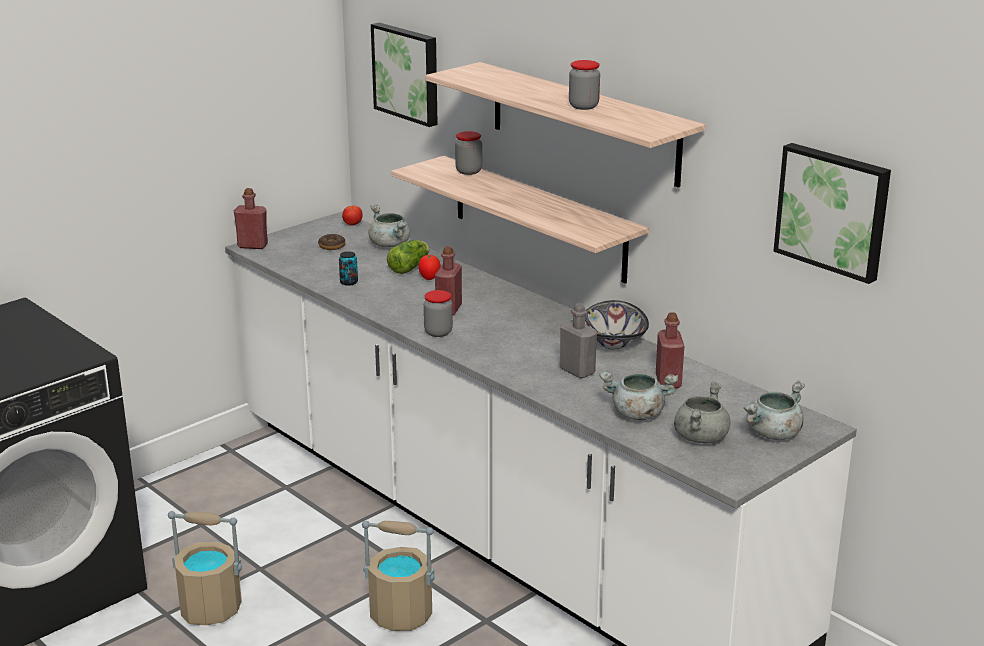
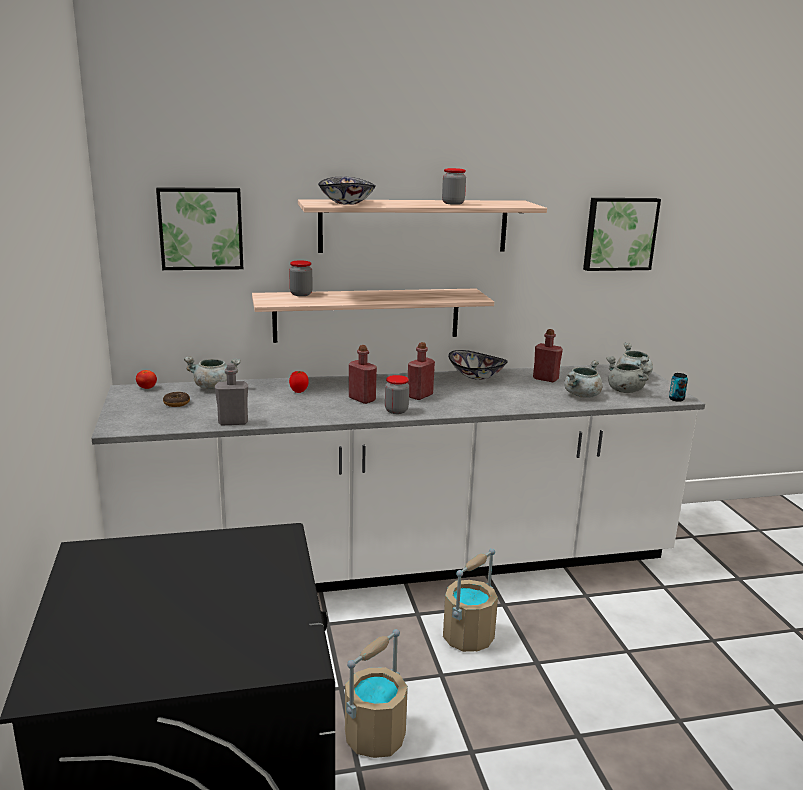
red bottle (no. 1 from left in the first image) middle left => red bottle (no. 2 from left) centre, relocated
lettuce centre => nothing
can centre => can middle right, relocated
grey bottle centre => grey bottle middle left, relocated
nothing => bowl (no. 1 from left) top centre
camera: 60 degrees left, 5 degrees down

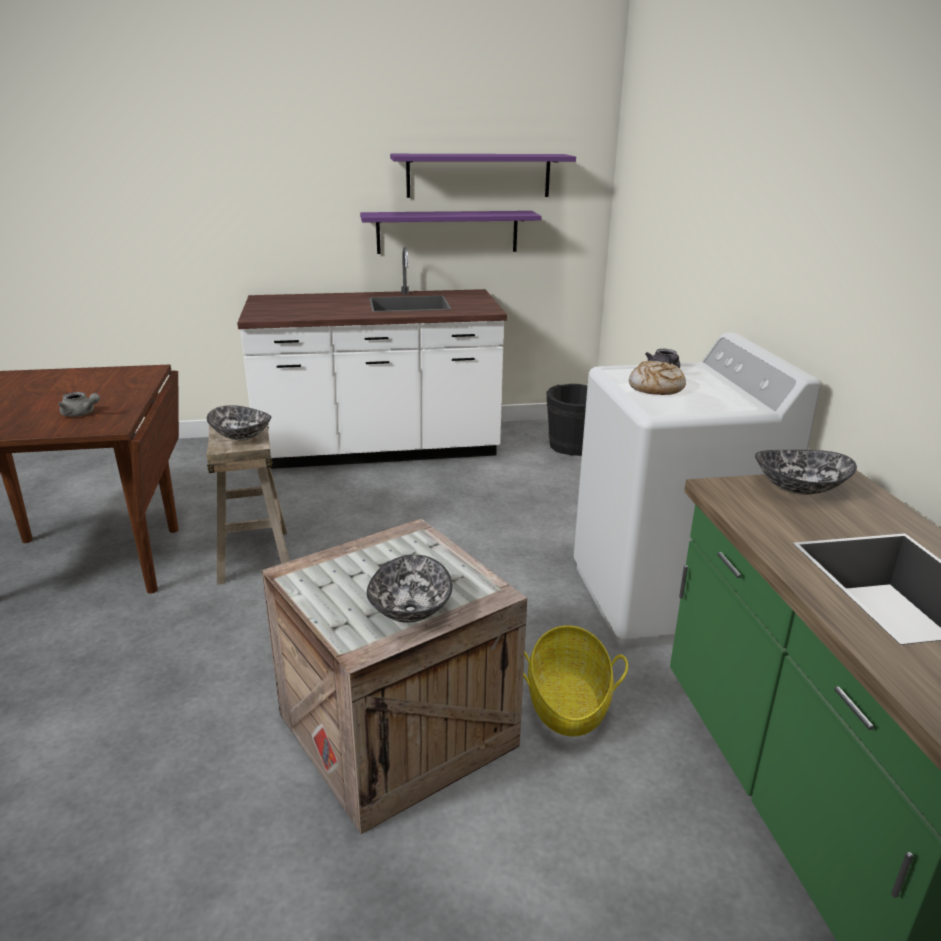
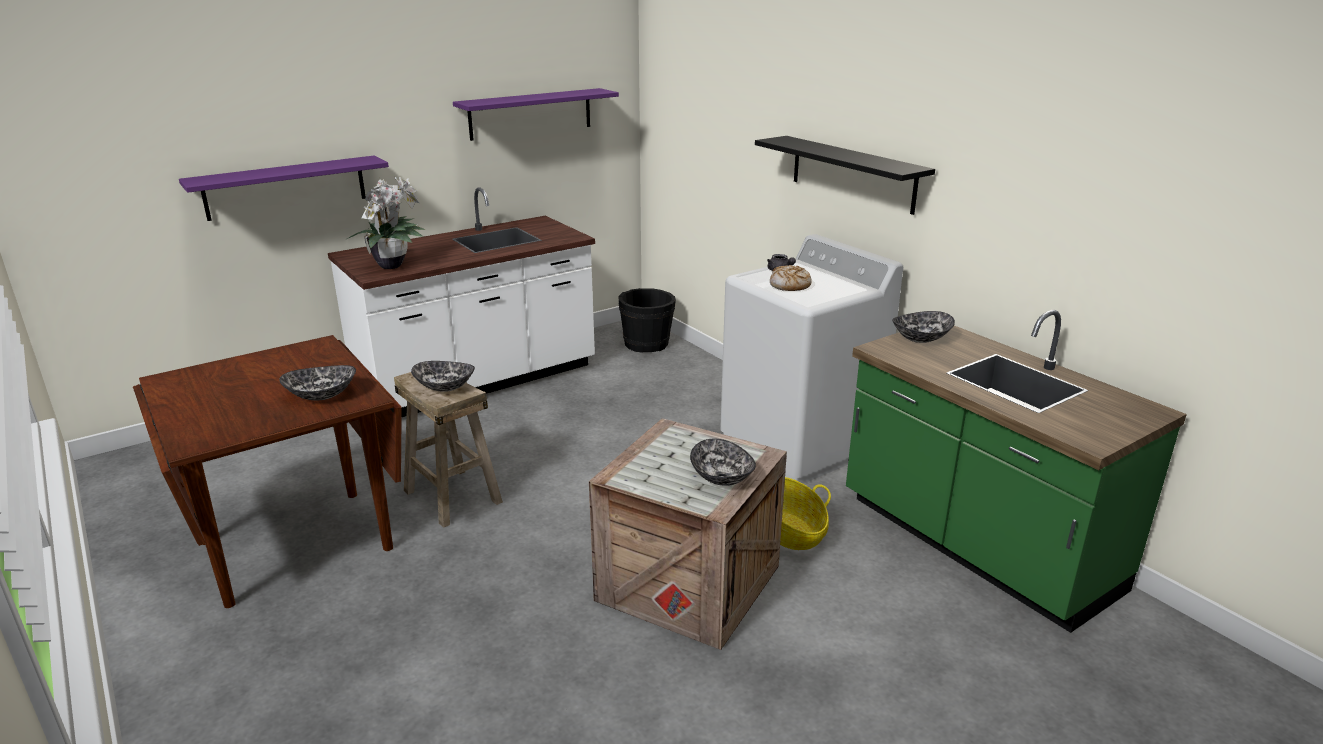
purple shelf (no. 1 from left) top centre => purple shelf (no. 1 from left) top left, relocated
grey teapot (no. 1 from left) middle left => bowl (no. 1 from left) middle left
nothing => black shelf top centre
nothing => potted plant top left
camera: 25 degrees left, 0 degrees up

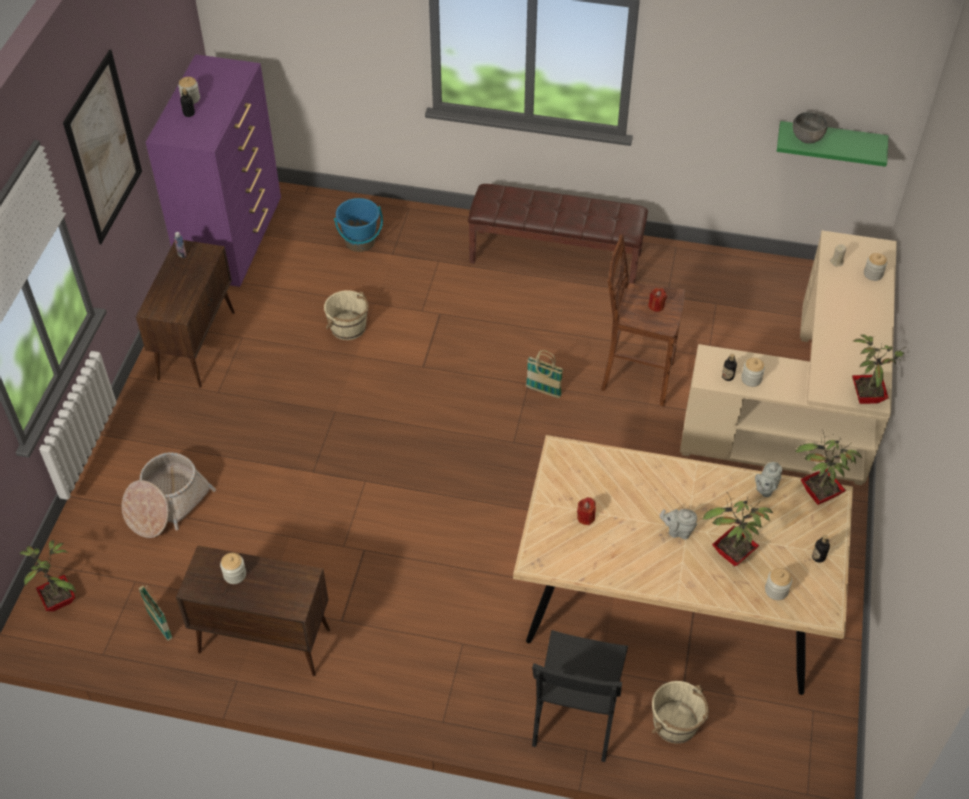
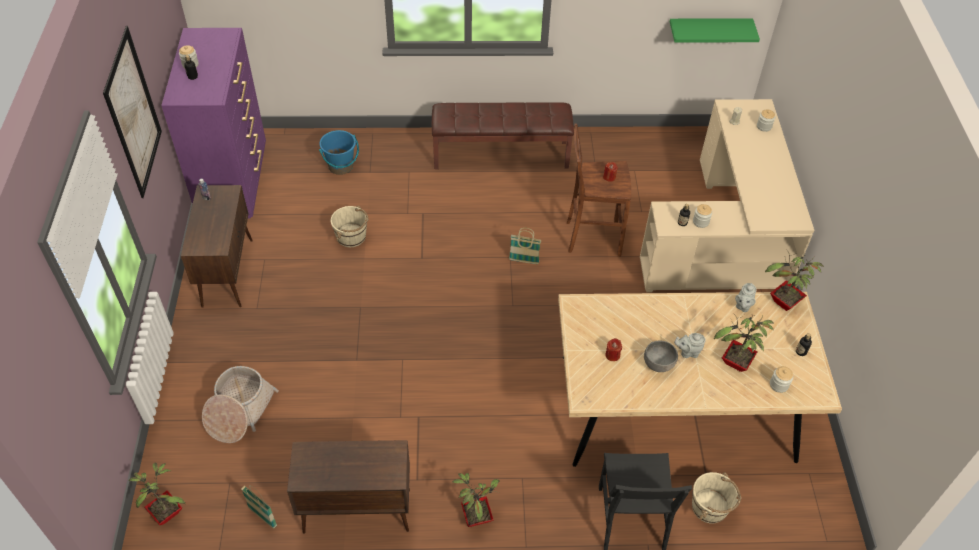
grey bowl top right => grey bowl middle right, relocated
potted plant (no. 4 from left in the first image) middle right => potted plant (no. 2 from left) bottom centre, relocated
jar (no. 2 from left) bottom left => nothing
camera: 15 degrees left, 0 degrees up

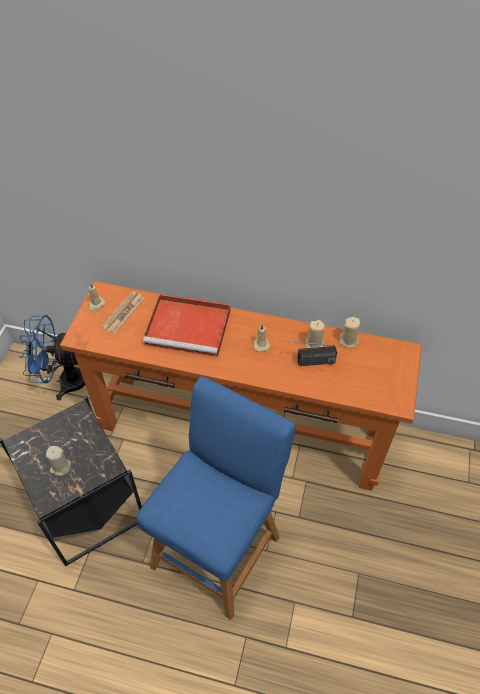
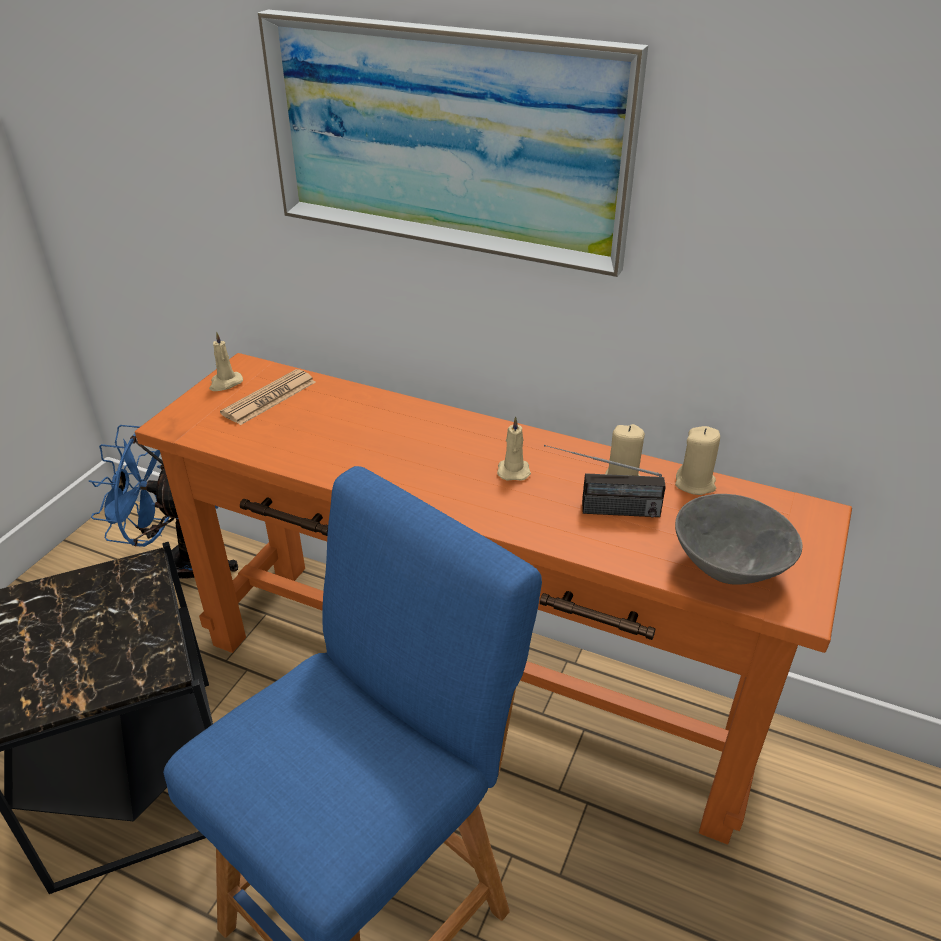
red tray centre => nothing
beige candle (no. 1 from left) middle left => nothing
nothing => picture top centre
nothing => grey bowl middle right
camera: 10 degrees right, 15 degrees down

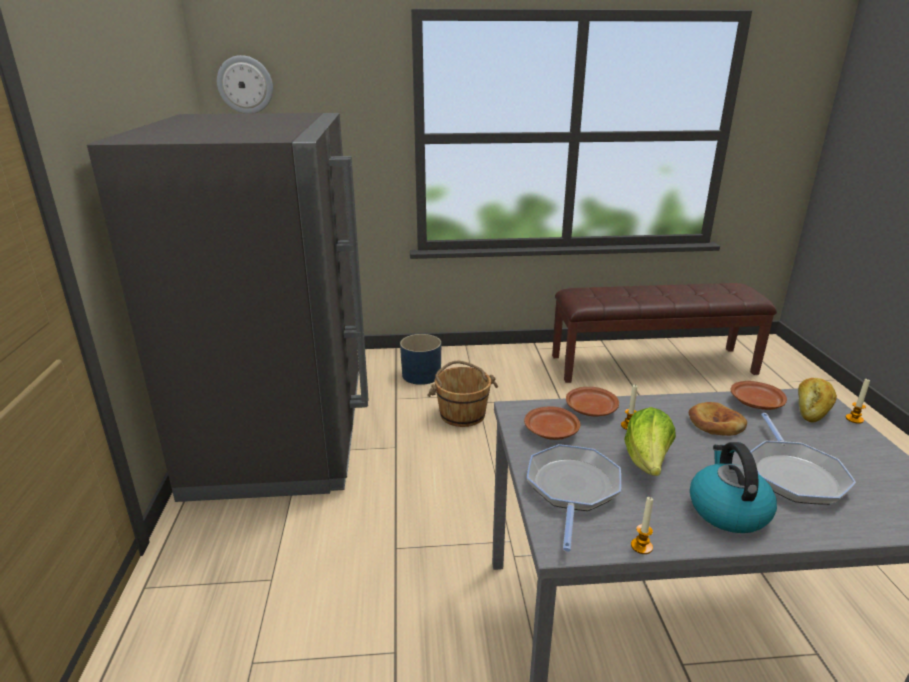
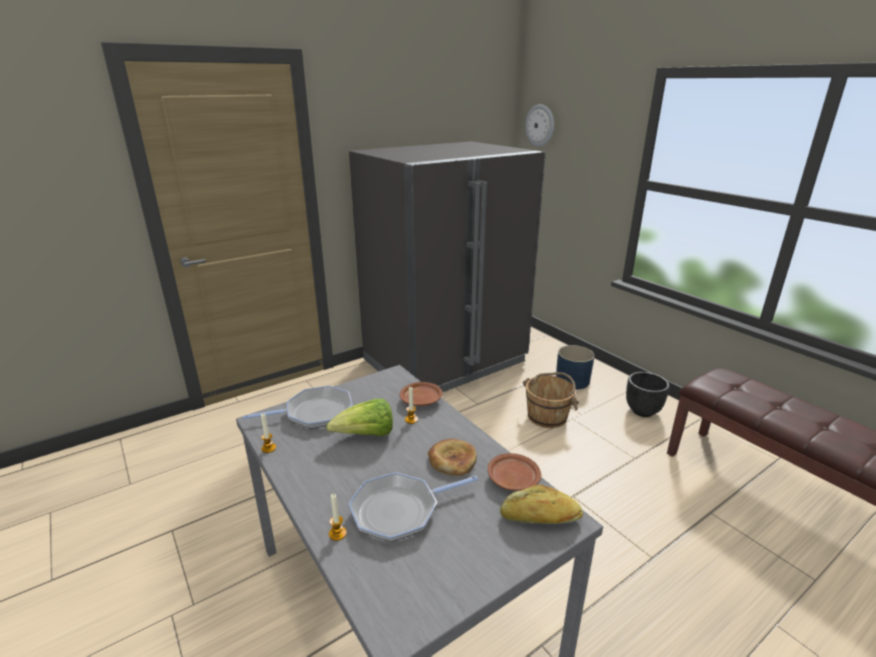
candle (no. 3 from left in the first image) middle right => candle (no. 2 from left) bottom centre, relocated
brown plate (no. 1 from left) centre => nothing
kettle bottom right => nothing
nothing => black planter middle right
camera: 60 degrees right, 0 degrees up

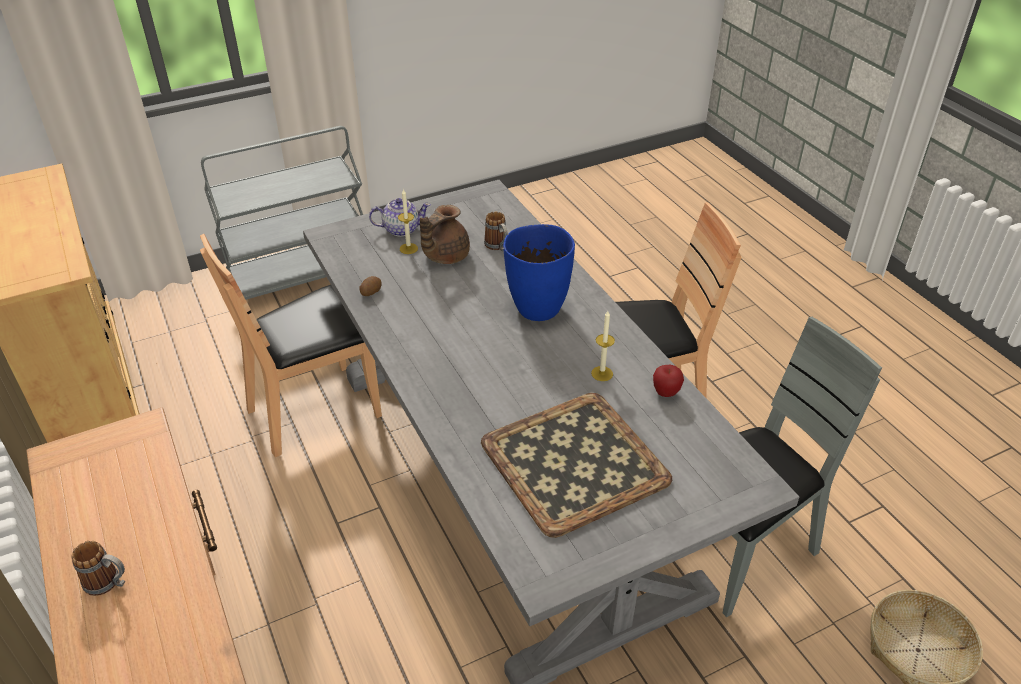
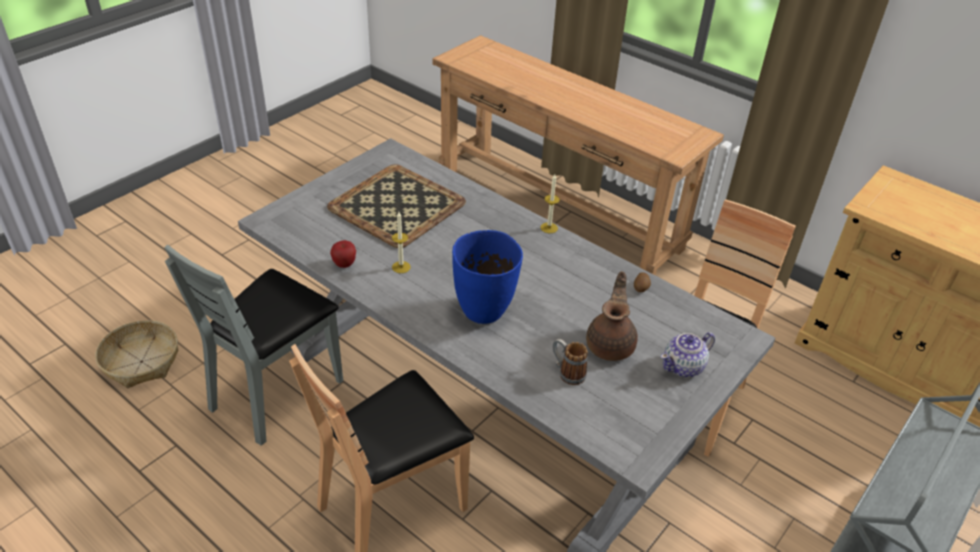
candle (no. 1 from left in the first image) top centre => candle (no. 2 from left) centre, relocated
mug (no. 1 from left) bottom left => nothing
camera: 155 degrees right, 0 degrees up

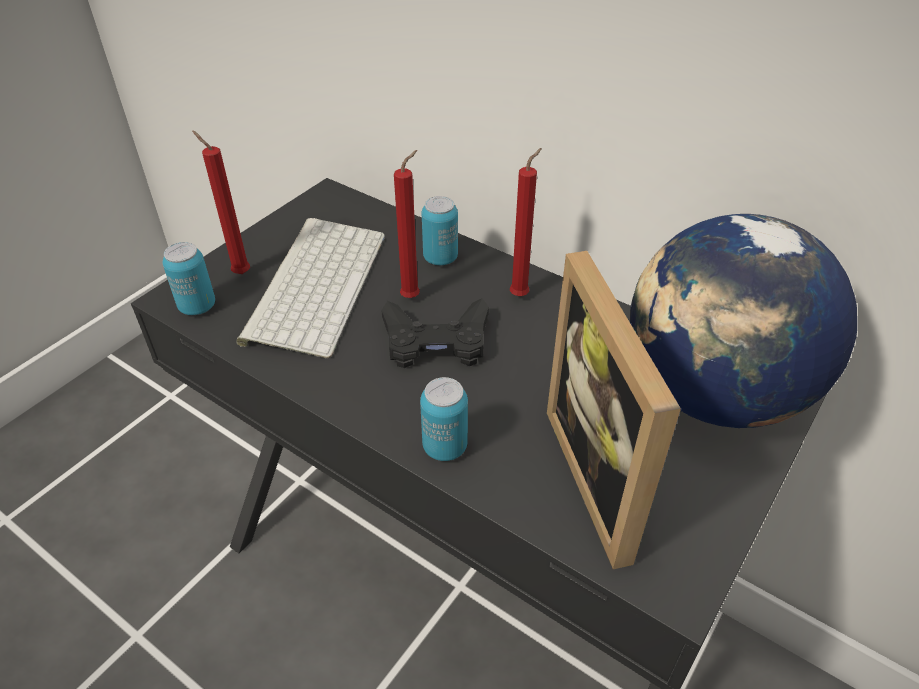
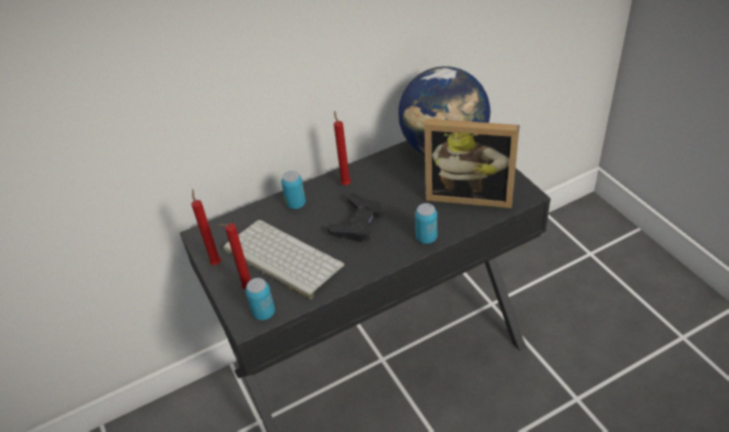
red candle (no. 2 from left in the first image) top centre => red candle (no. 1 from left) middle left, relocated
camera: 60 degrees left, 0 degrees up

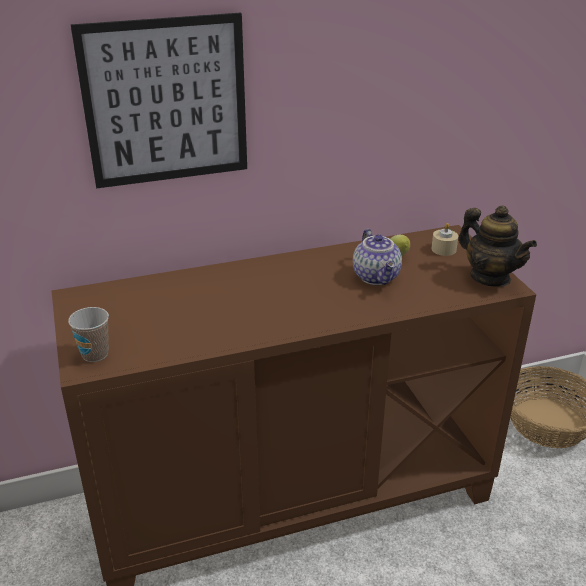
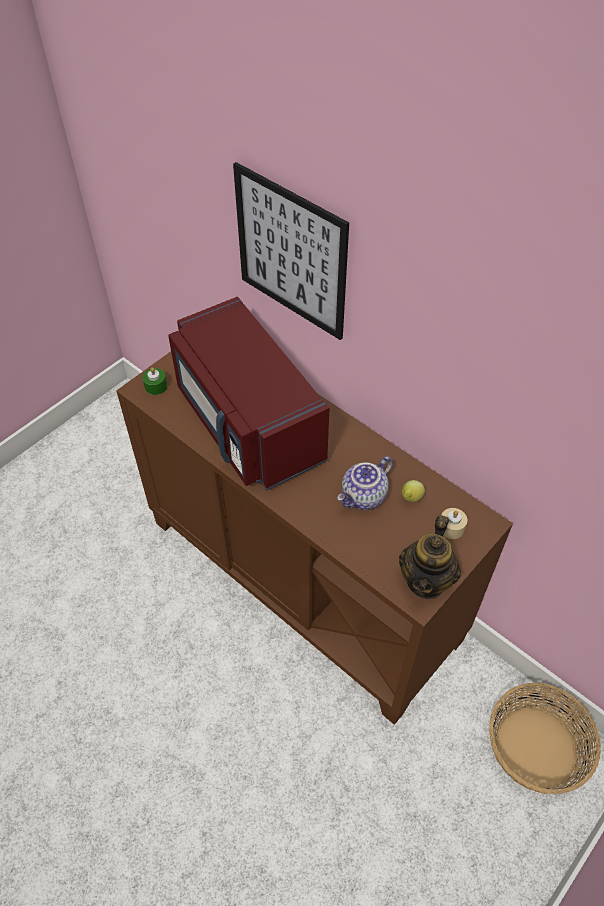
cup middle left => green candle middle left
nothing => red microwave centre
camera: 60 degrees right, 20 degrees up

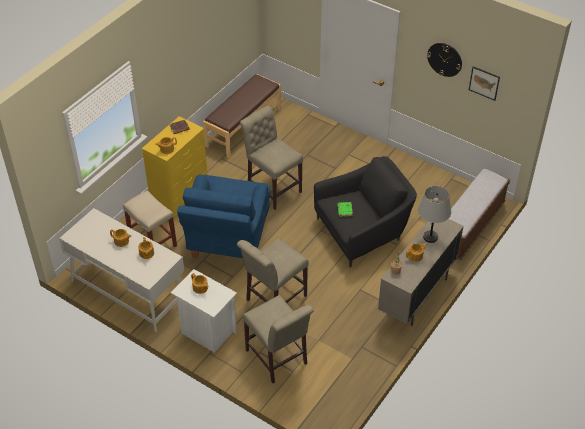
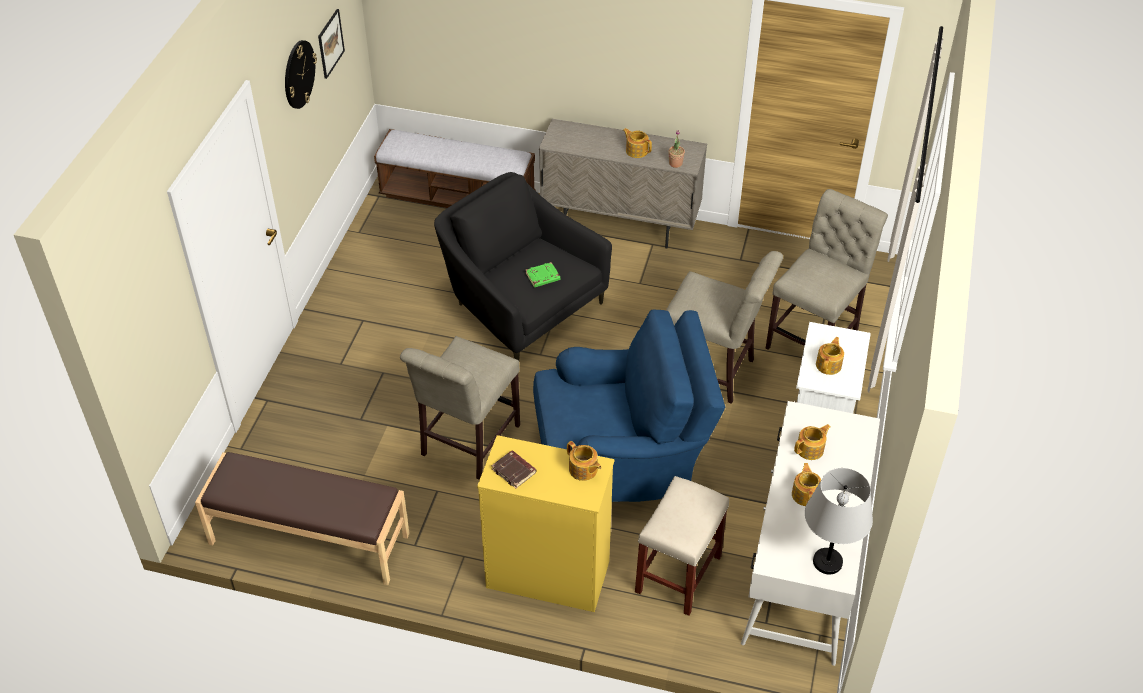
grey table lamp middle right => grey table lamp bottom right, relocated
camera: 110 degrees left, 0 degrees up

